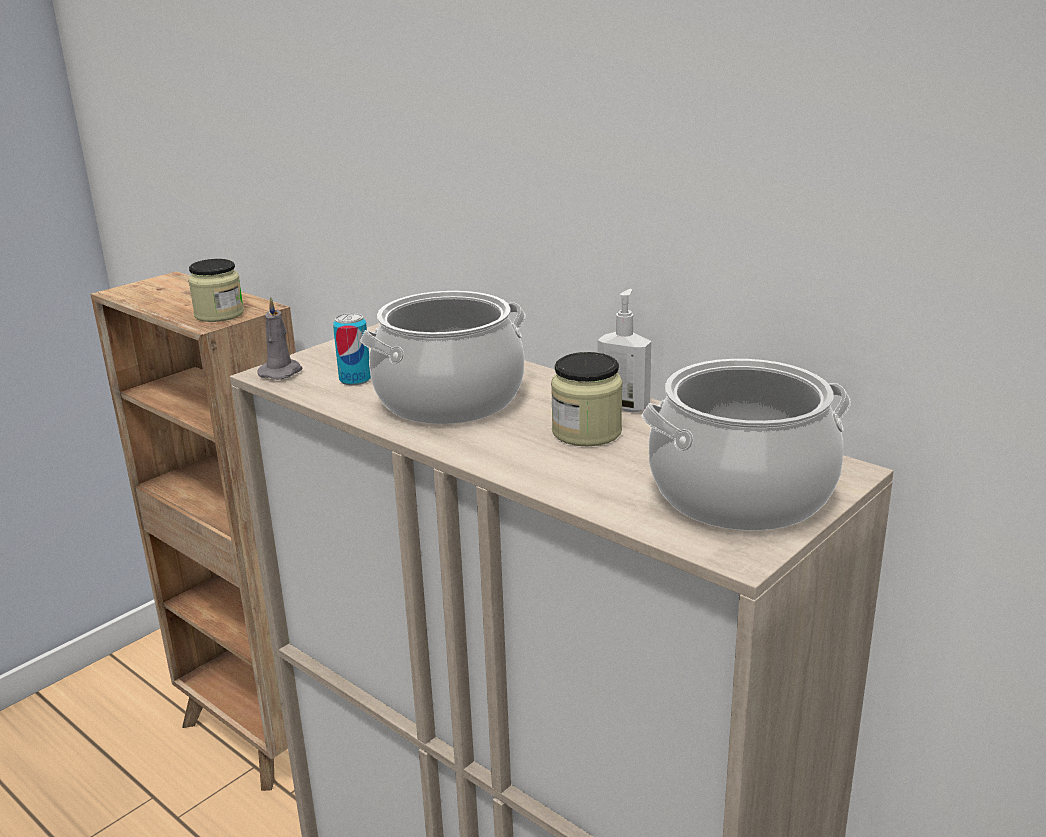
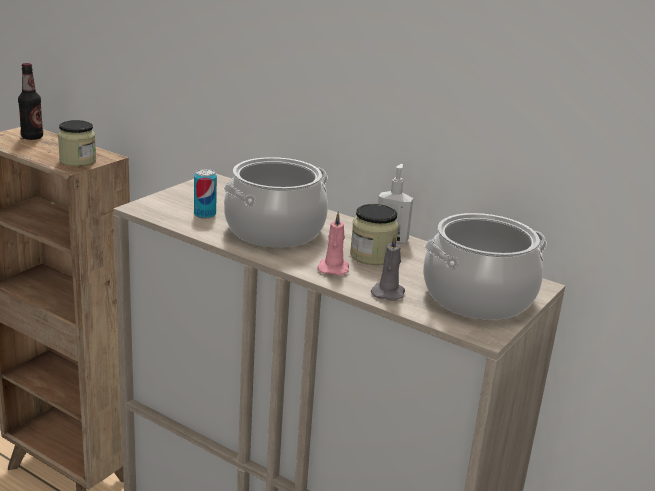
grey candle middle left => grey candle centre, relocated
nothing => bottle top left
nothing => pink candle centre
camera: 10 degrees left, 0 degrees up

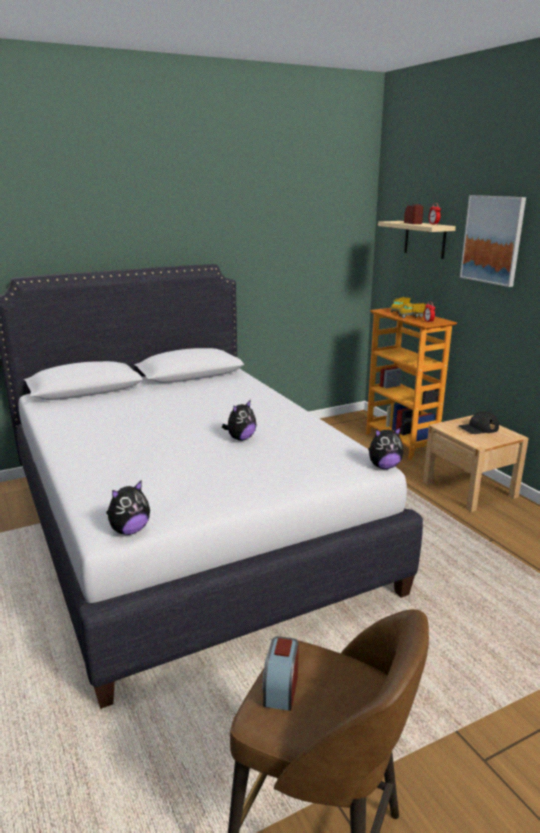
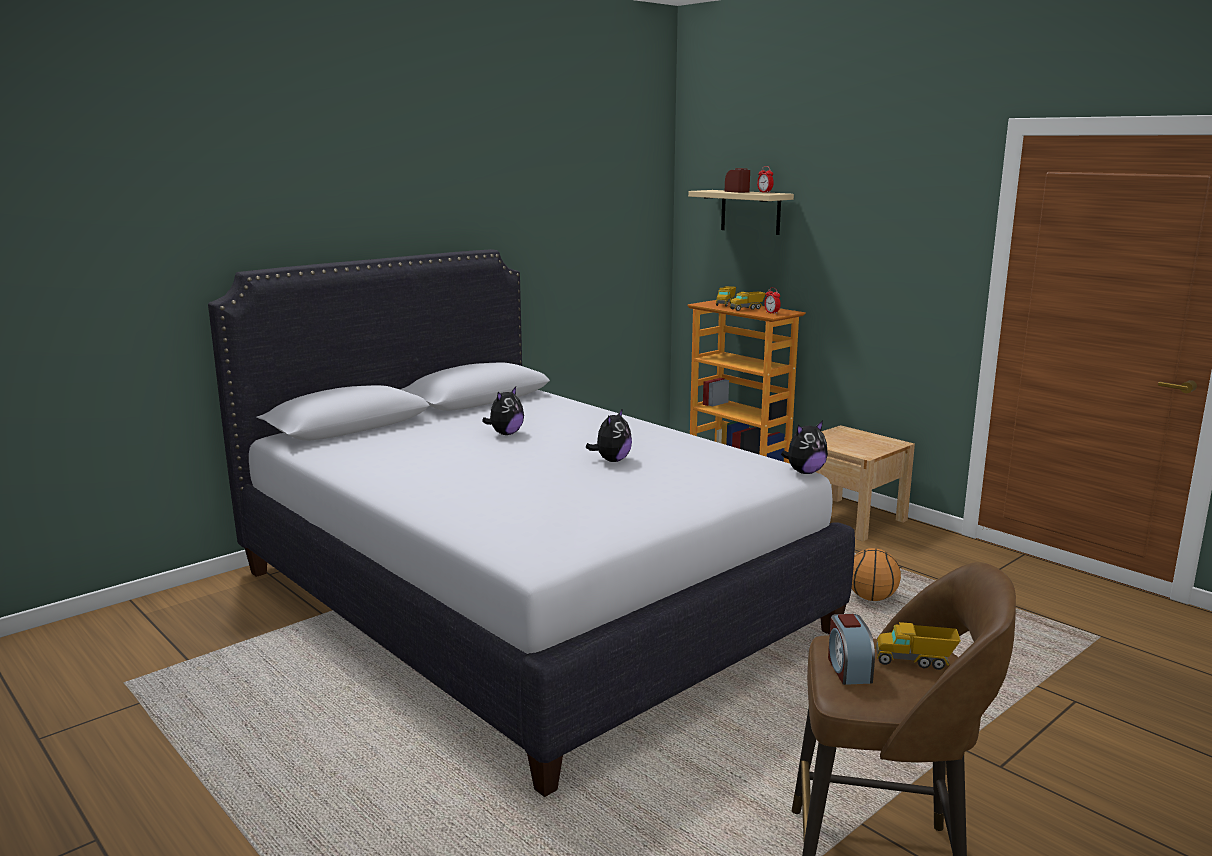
picture top right => nothing
black cap middle right => nothing
plush toy (no. 1 from left) middle left => plush toy (no. 1 from left) centre, relocated
nothing => basketball bottom right
nothing => toy truck (no. 3 from left) bottom right
camera: 15 degrees left, 5 degrees down

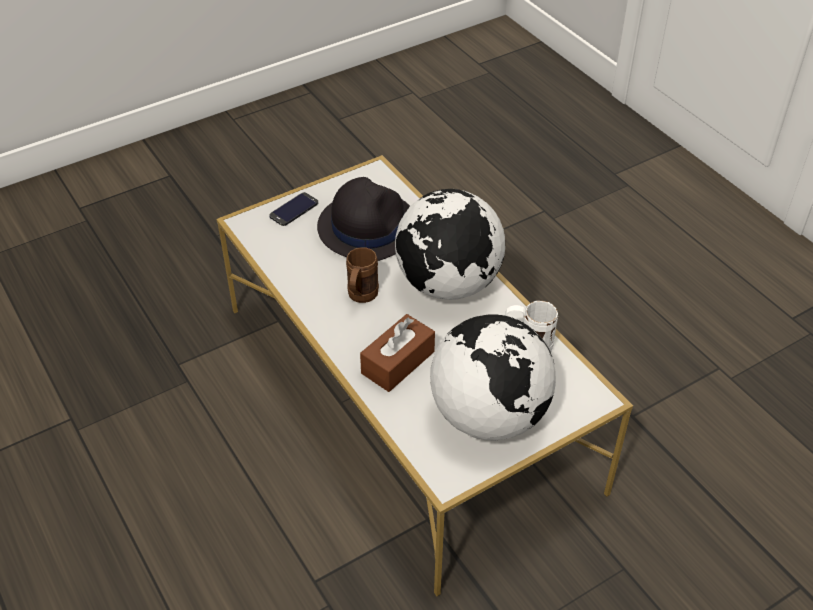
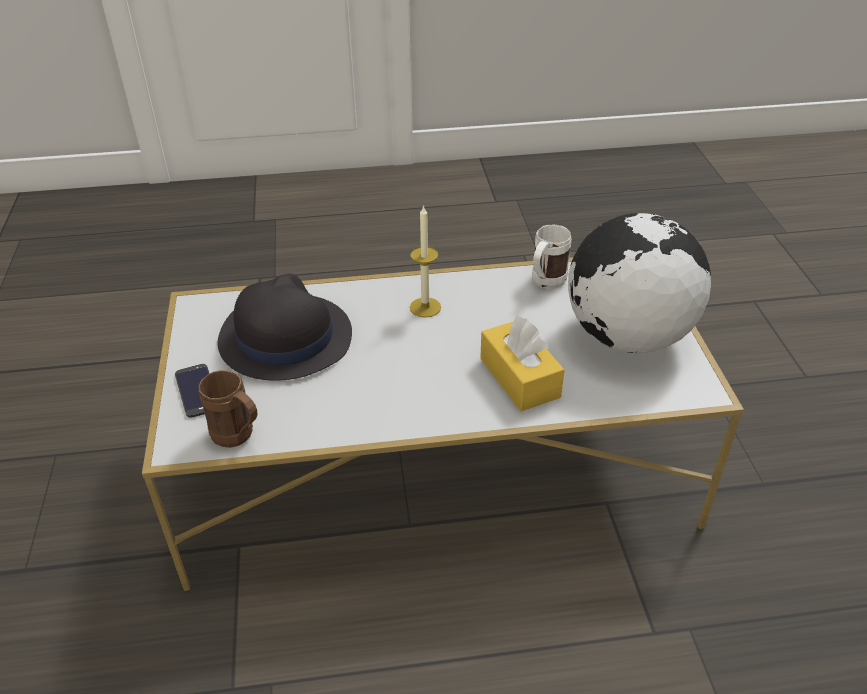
globe (no. 1 from left) centre => candle centre
brown mug centre => brown mug middle left, relocated
brown tissue box centre => yellow tissue box centre
camera: 65 degrees left, 5 degrees down

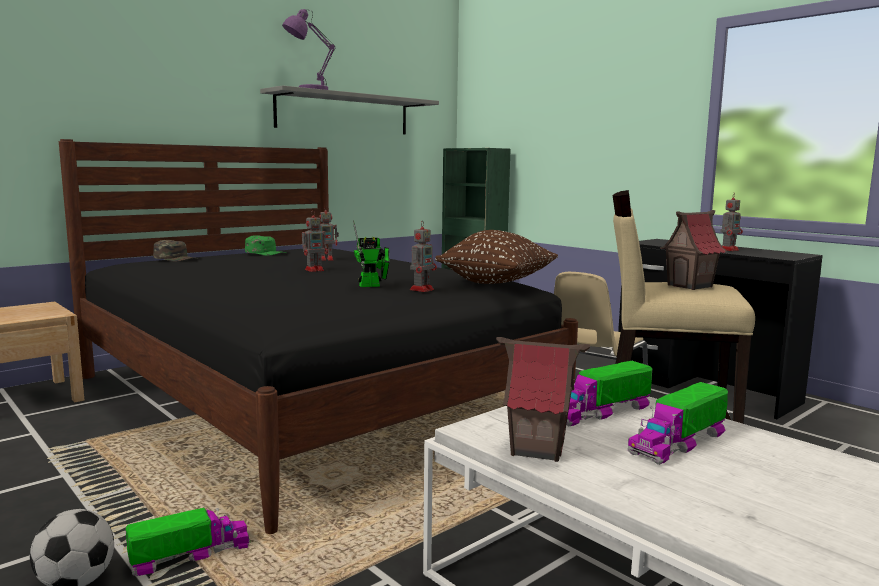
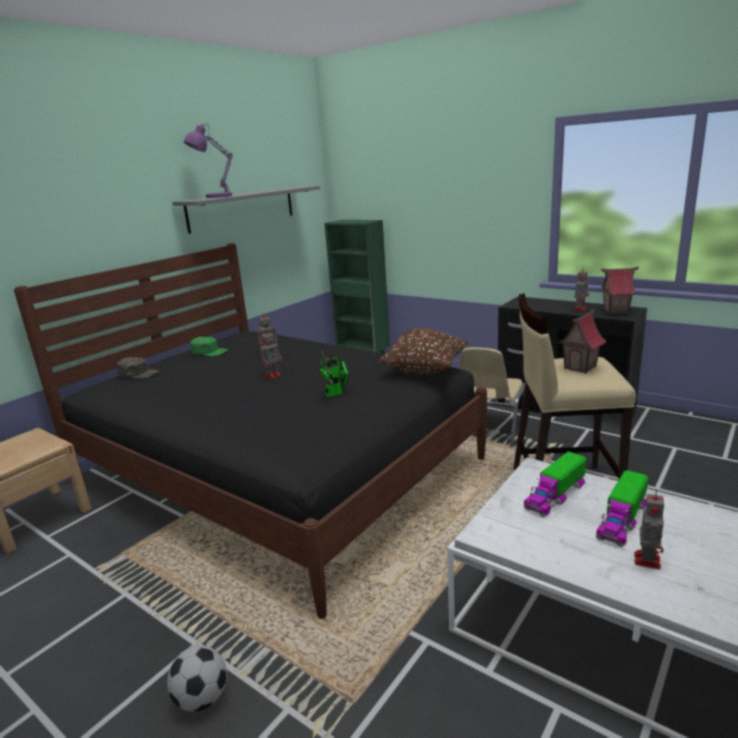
toy robot (no. 4 from left in the first image) centre => toy robot (no. 5 from left) bottom right, relocated
toy house (no. 1 from left in the first image) bottom centre => toy house (no. 2 from left) middle right, relocated
toy truck (no. 1 from left) bottom left => nothing
camera: 10 degrees left, 10 degrees up

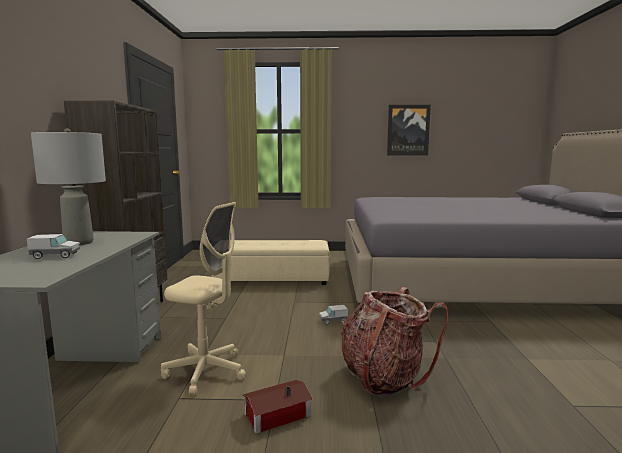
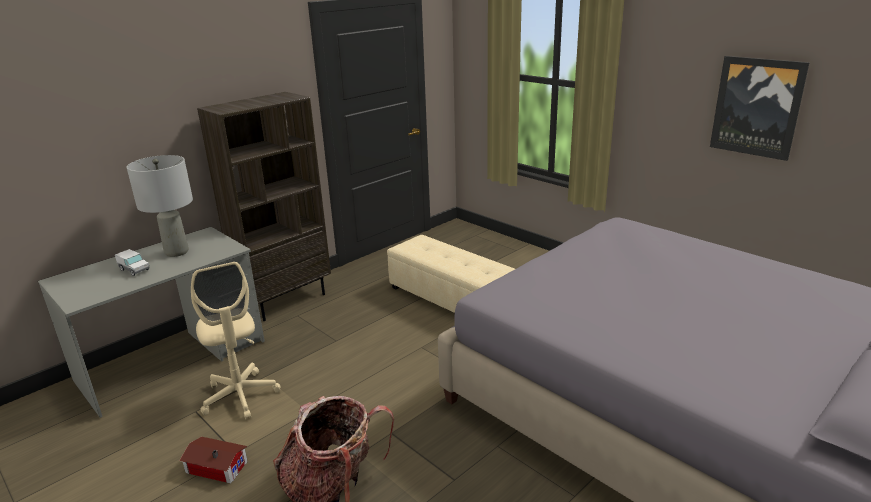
toy truck (no. 2 from left) bottom centre => nothing
camera: 45 degrees right, 15 degrees up

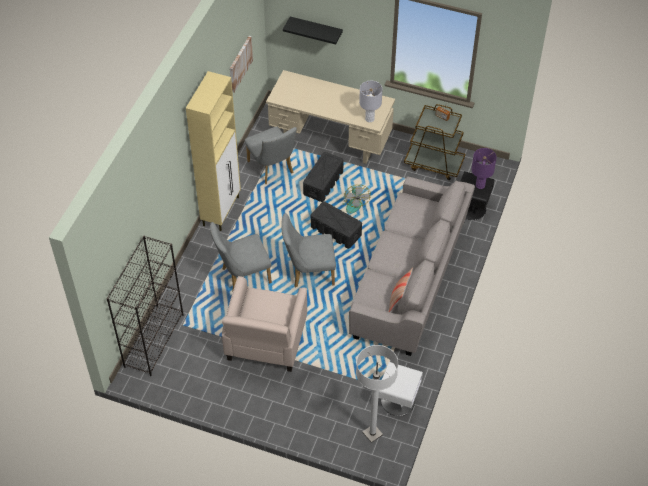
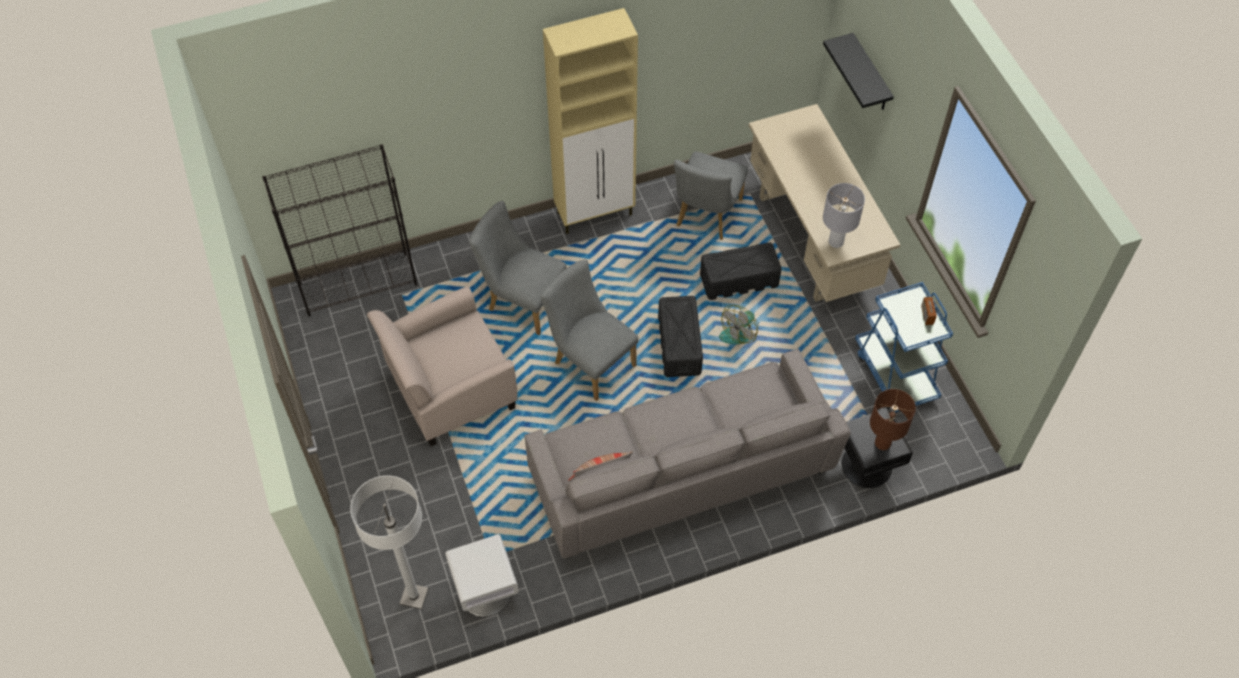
picture top centre => nothing
brown cart top right => blue cart middle right
purple table lamp middle right => brown table lamp middle right
camera: 50 degrees right, 5 degrees up

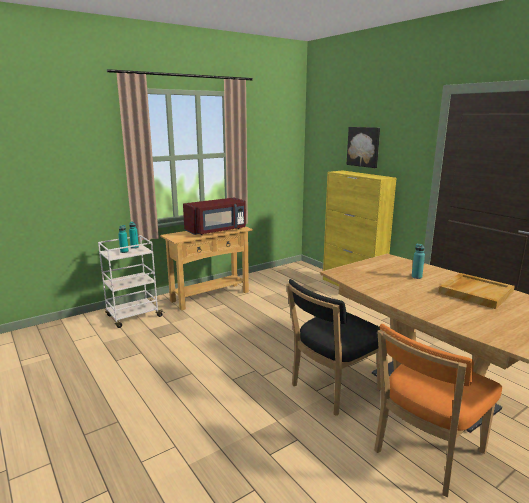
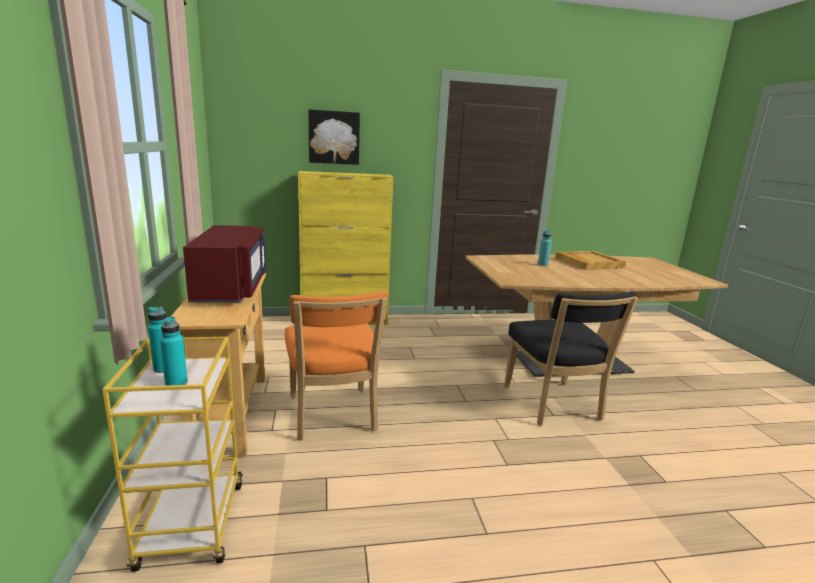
white cart middle left => yellow cart bottom left
orange chair bottom right => orange chair centre, relocated
camera: 65 degrees left, 0 degrees up

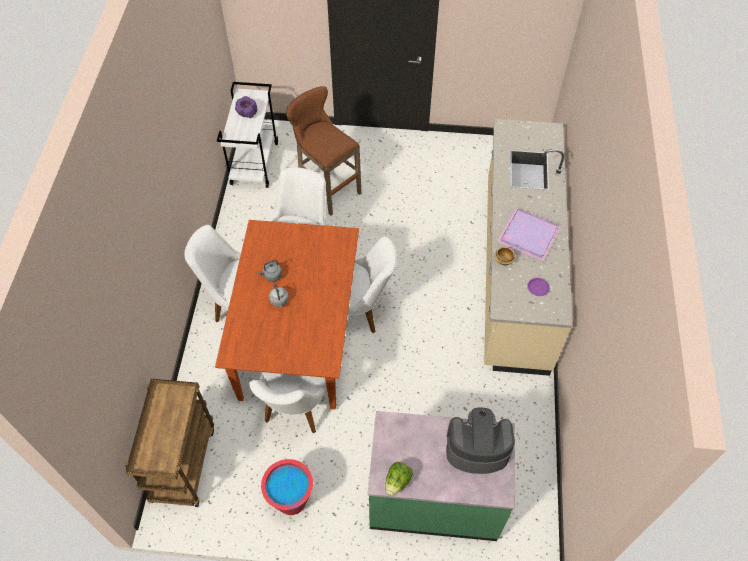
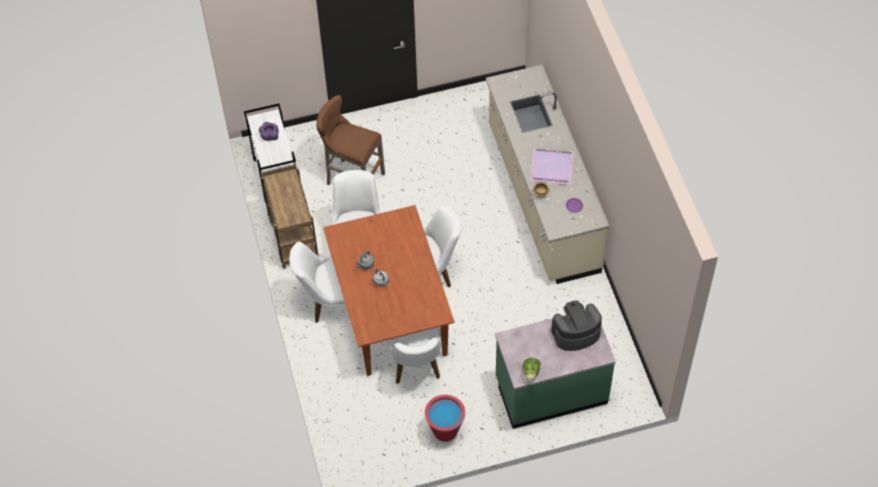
brown cart bottom left => brown cart middle left, relocated
camera: 20 degrees left, 0 degrees up

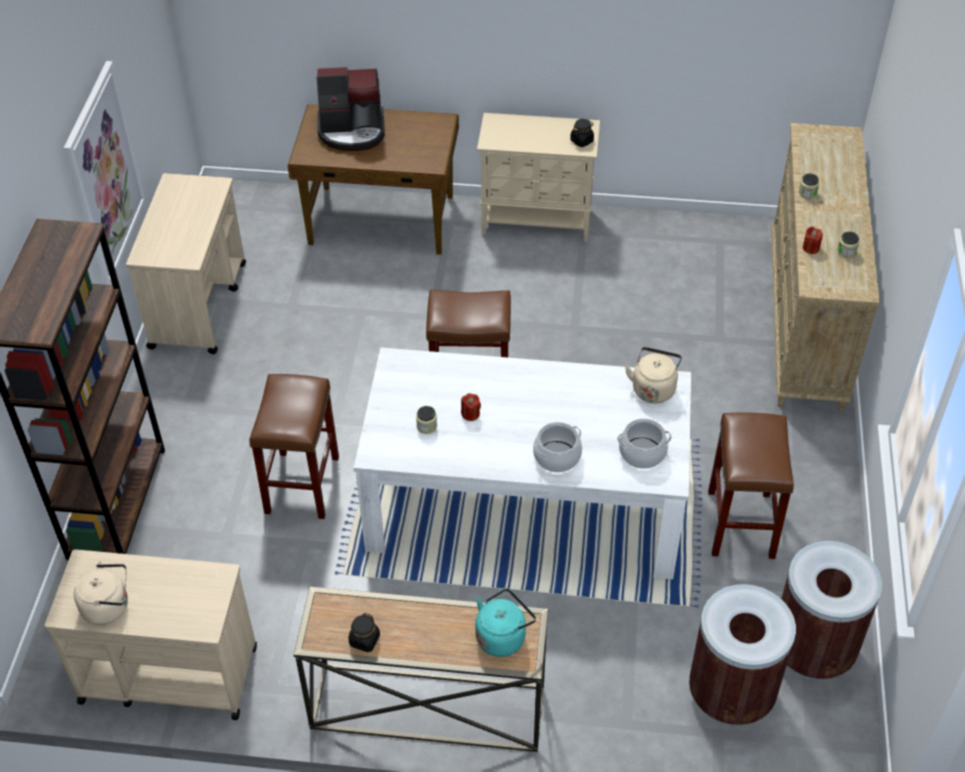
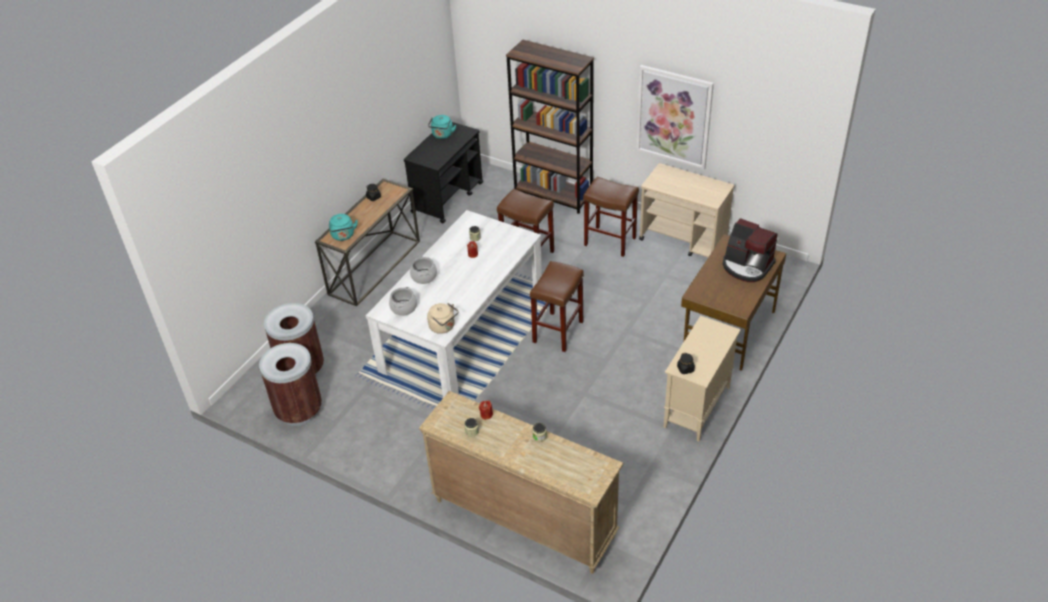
coffee machine top centre => coffee machine middle right, 75 degrees counterclockwise
brown stool (no. 3 from left) middle right => brown stool (no. 3 from left) centre, relocated
beige cart (no. 1 from left) bottom left => black cart top centre
beige kettle (no. 1 from left) bottom left => turquoise kettle (no. 2 from left) top centre
camera: 115 degrees right, 5 degrees down

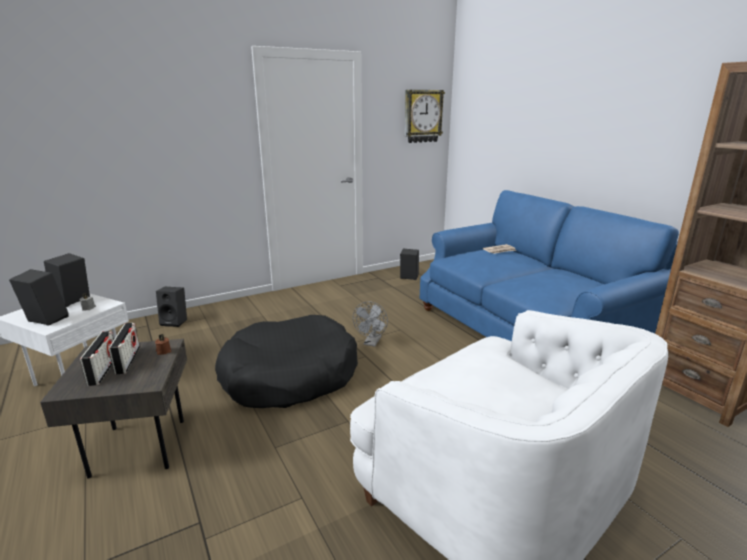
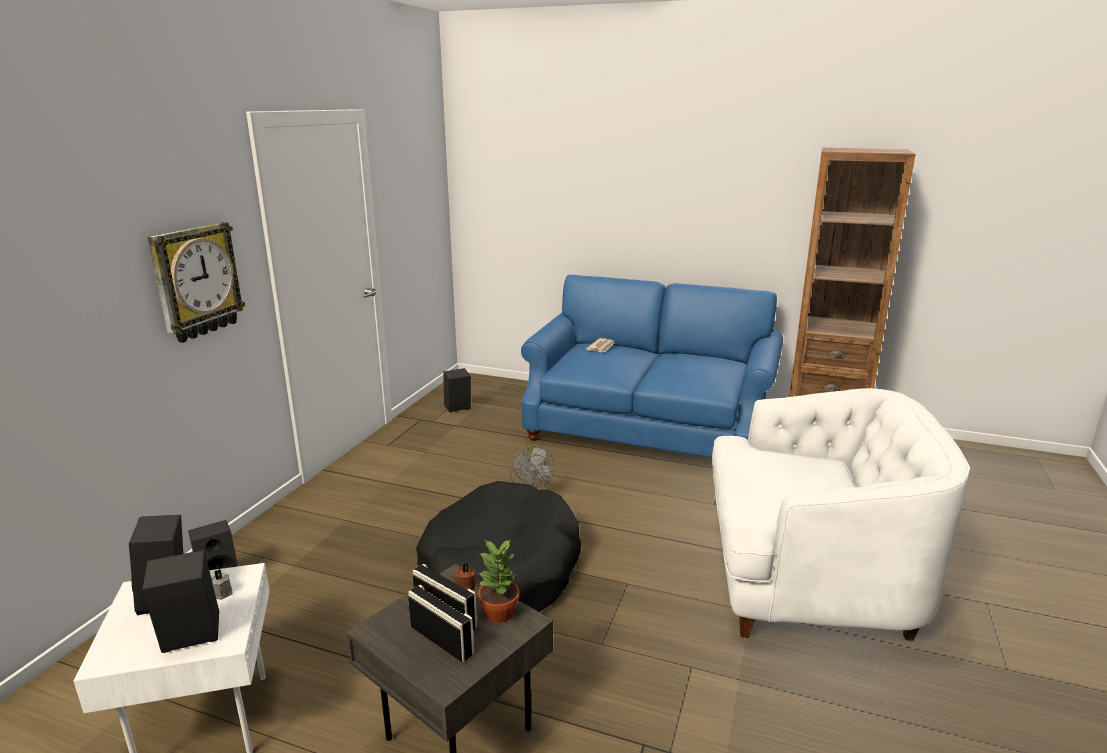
wall clock top centre => wall clock middle left, relocated
nothing => potted plant bottom centre
camera: 40 degrees left, 0 degrees up

